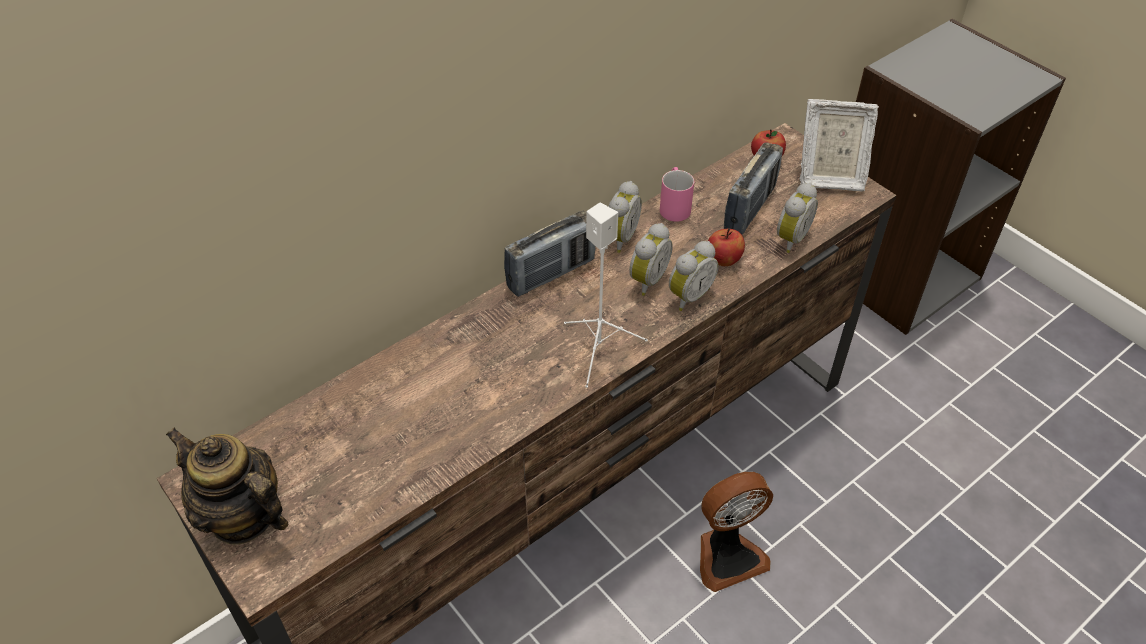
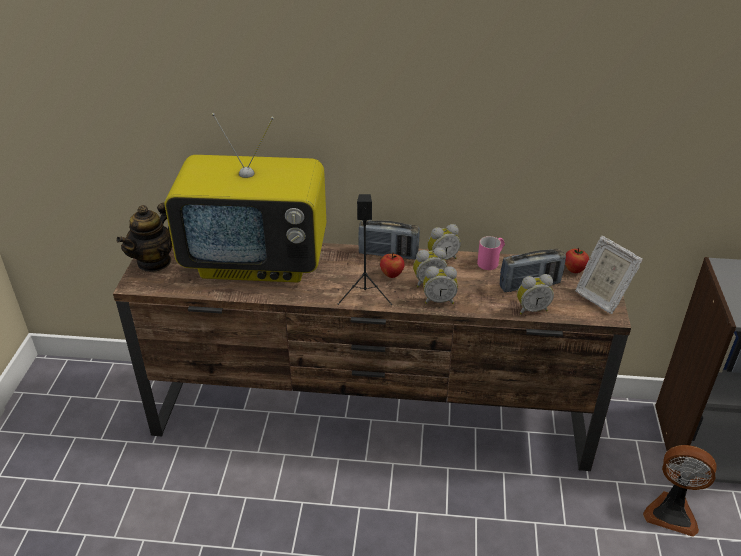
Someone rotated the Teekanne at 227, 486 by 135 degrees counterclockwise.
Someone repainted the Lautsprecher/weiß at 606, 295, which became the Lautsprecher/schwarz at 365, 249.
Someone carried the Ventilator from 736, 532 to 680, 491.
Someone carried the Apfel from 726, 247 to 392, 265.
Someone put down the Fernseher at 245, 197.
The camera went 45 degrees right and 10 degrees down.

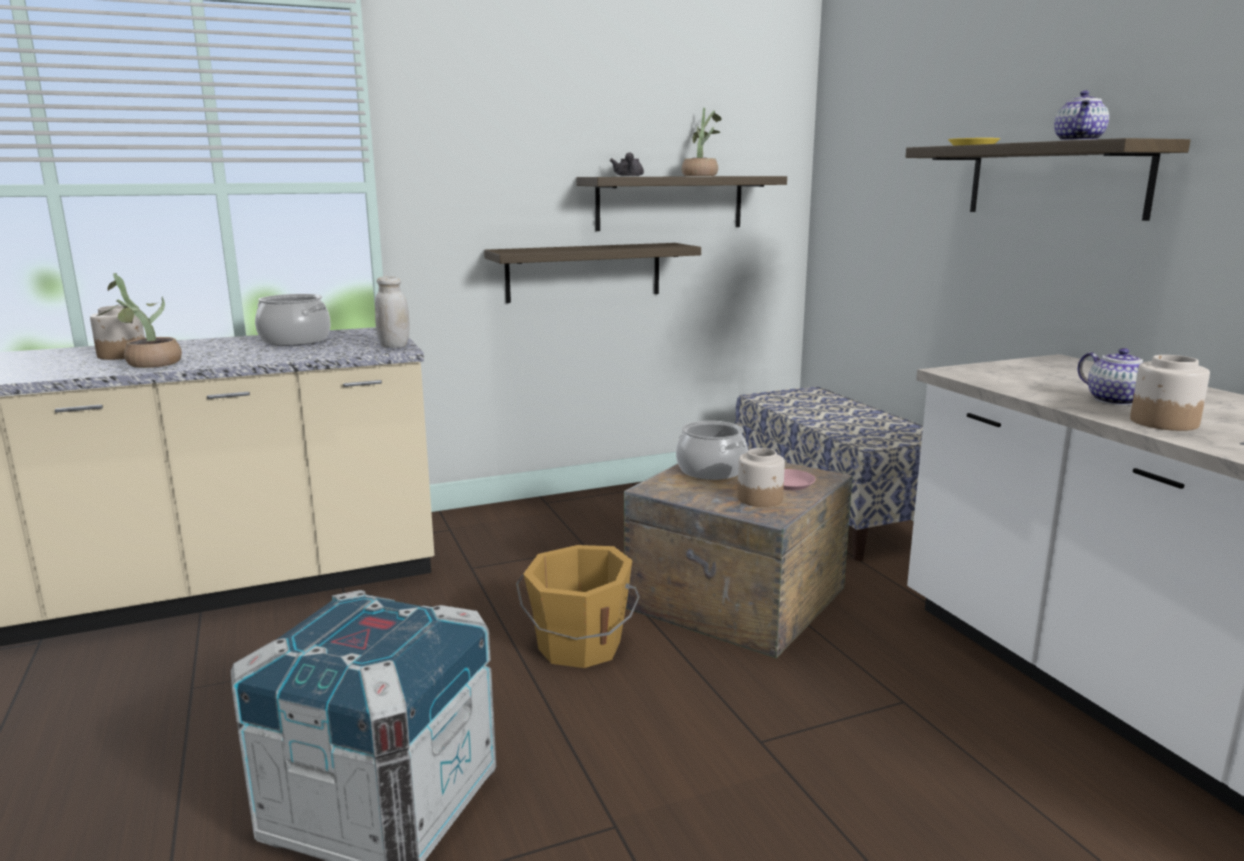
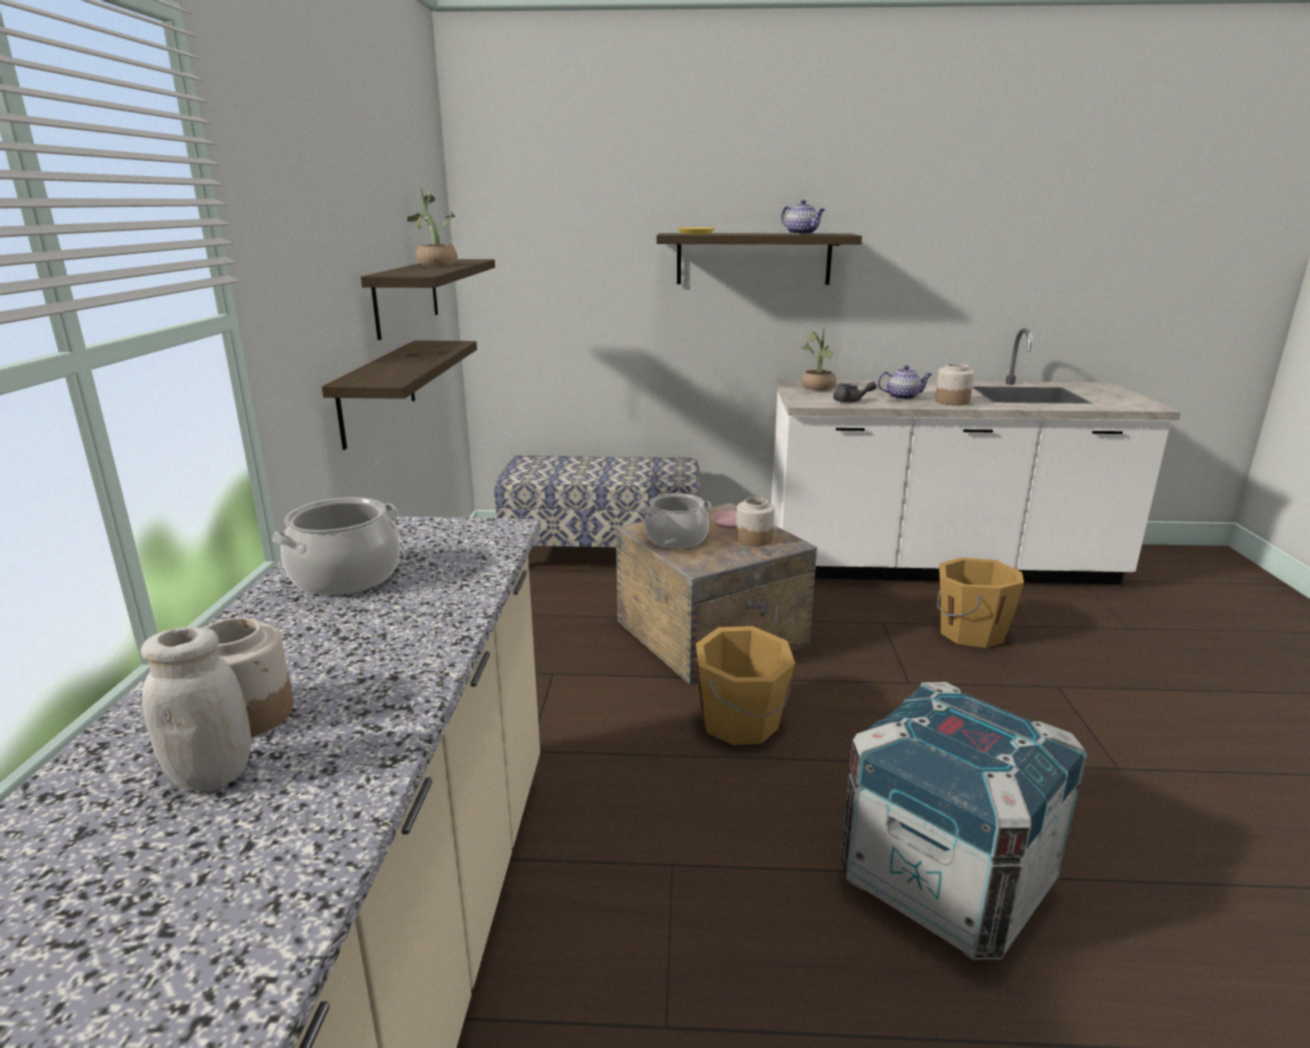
Someone carried the Topfpflanze from 139, 320 to 818, 359.
Someone carried the Vorratsglas/weiß from 392, 312 to 196, 709.
Someone carried the Teekanne/grau from 627, 164 to 855, 392.
Someone put down the Eimer/orange at 980, 602.
The camera went 65 degrees left and 5 degrees up.

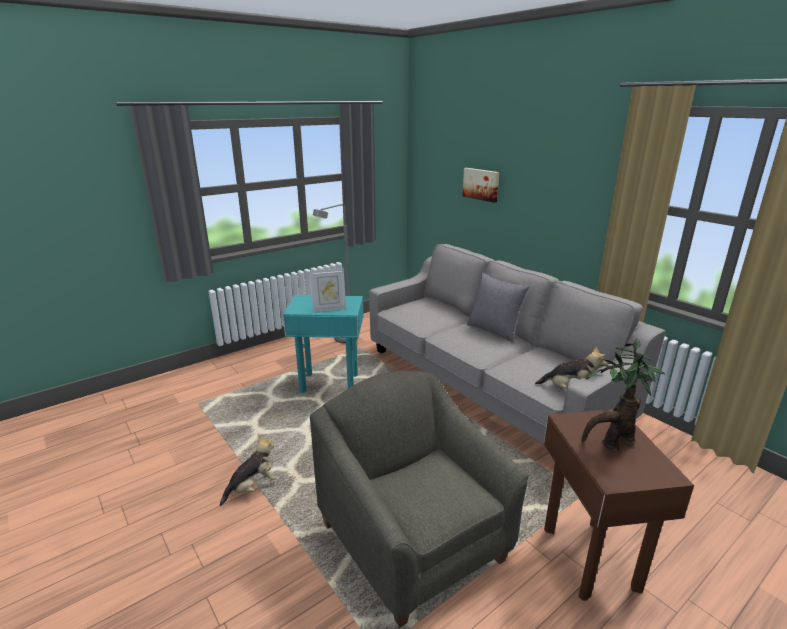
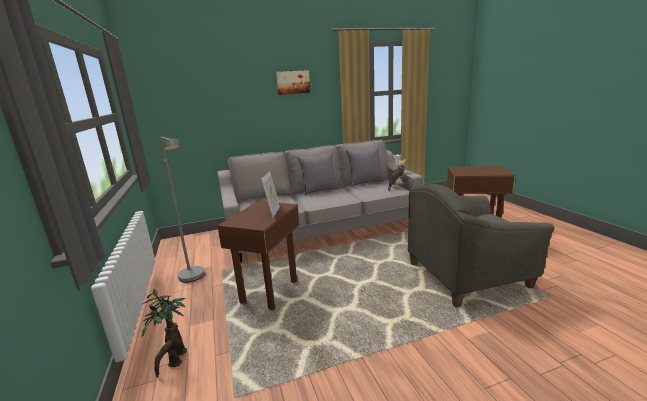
Someone took away the Plüschtier at 248, 470.
Someone repainted the Beistelltisch/türkis at 323, 344, which became the Beistelltisch/braun at 258, 255.
Someone carried the Bild from 480, 185 to 293, 82.
Someone carried the Topfpflanze from 623, 395 to 164, 333.
Someone put down the Kissen/grau at 365, 166.
The camera went 70 degrees left and 5 degrees down.

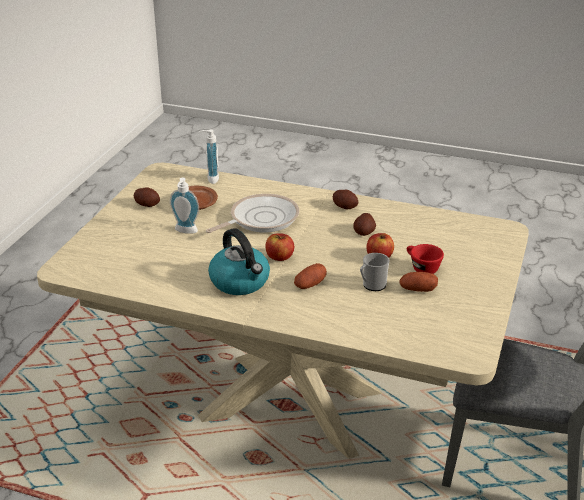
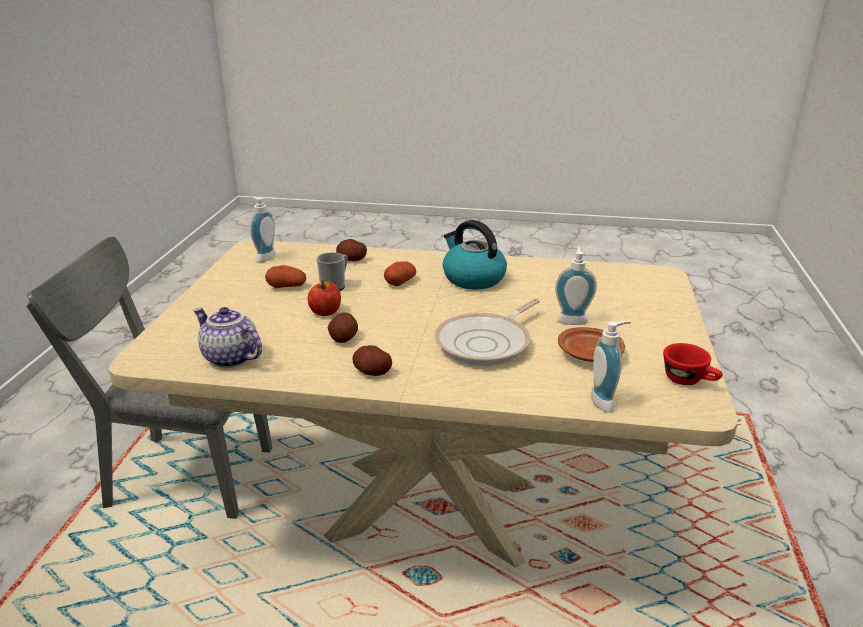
Someone carried the Kartoffel from 147, 197 to 351, 250.
Someone took away the Apfel at 279, 247.
Someone carried the Tasse/rot from 425, 259 to 693, 364.
Someone put down the Teekanne at 227, 337.
Someone put down the Seifenspender at 262, 229.
The camera went 170 degrees right and 5 degrees down.

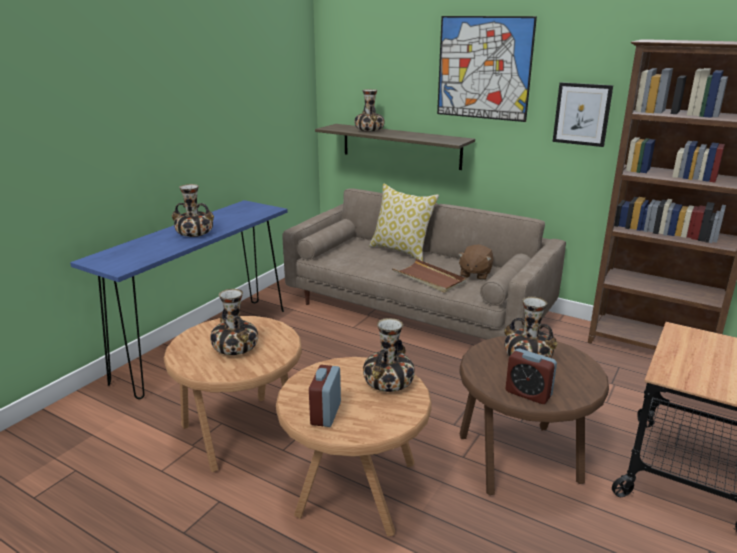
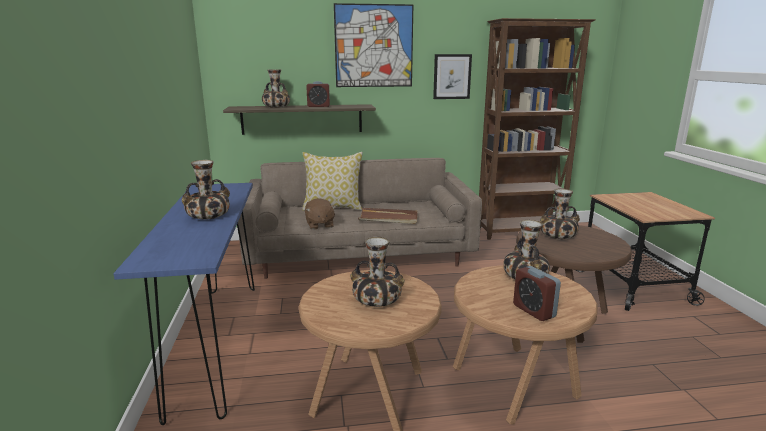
Someone carried the Plüschtier/braun from 476, 262 to 320, 214.
Someone carried the Wecker from 531, 376 to 318, 94.
The camera went 40 degrees left and 5 degrees down.

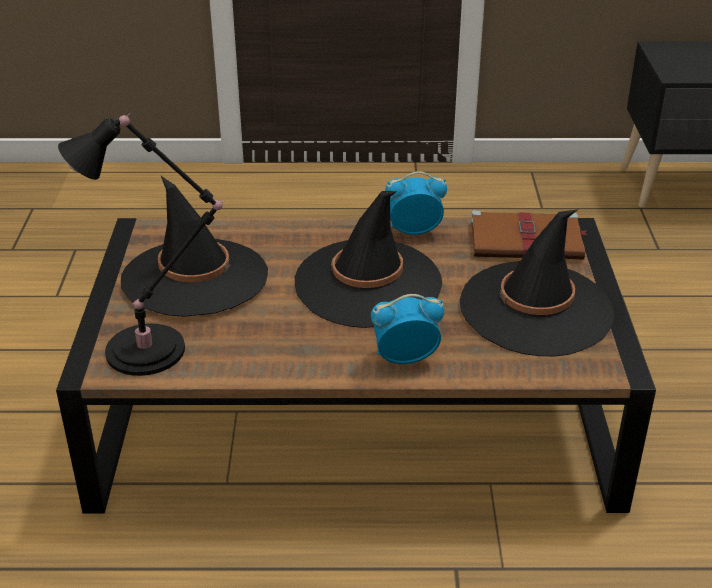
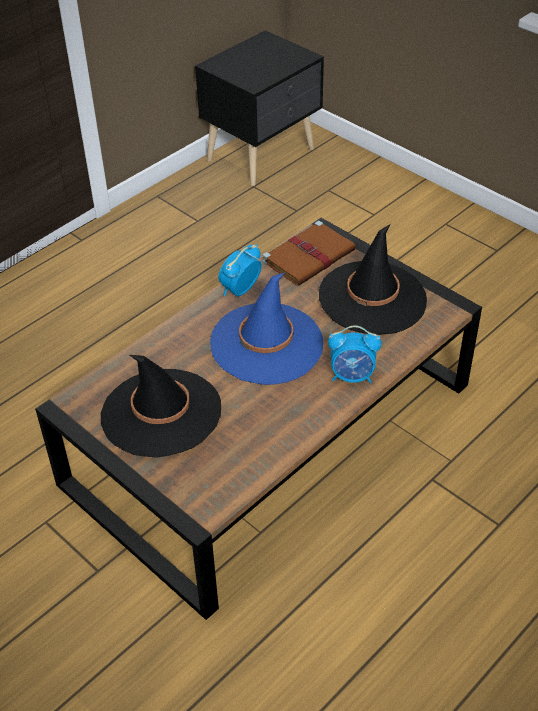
Someone took away the Tischlampe/schwarz at 141, 244.
Someone repainted the Hut/schwarz at 368, 259, which became the Hut/blau at 266, 328.
Someone rotated the Wecker at 407, 329 by 120 degrees counterclockwise.
The camera went 45 degrees left and 10 degrees up.

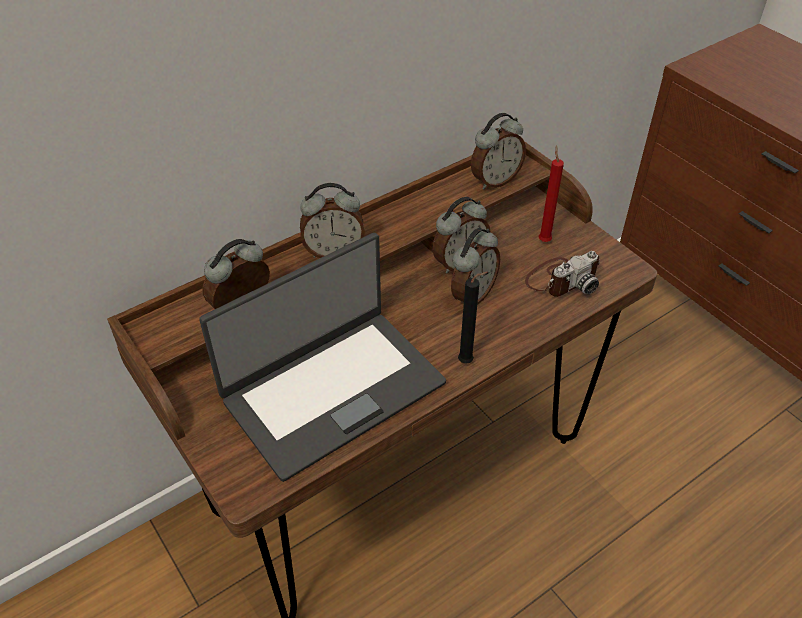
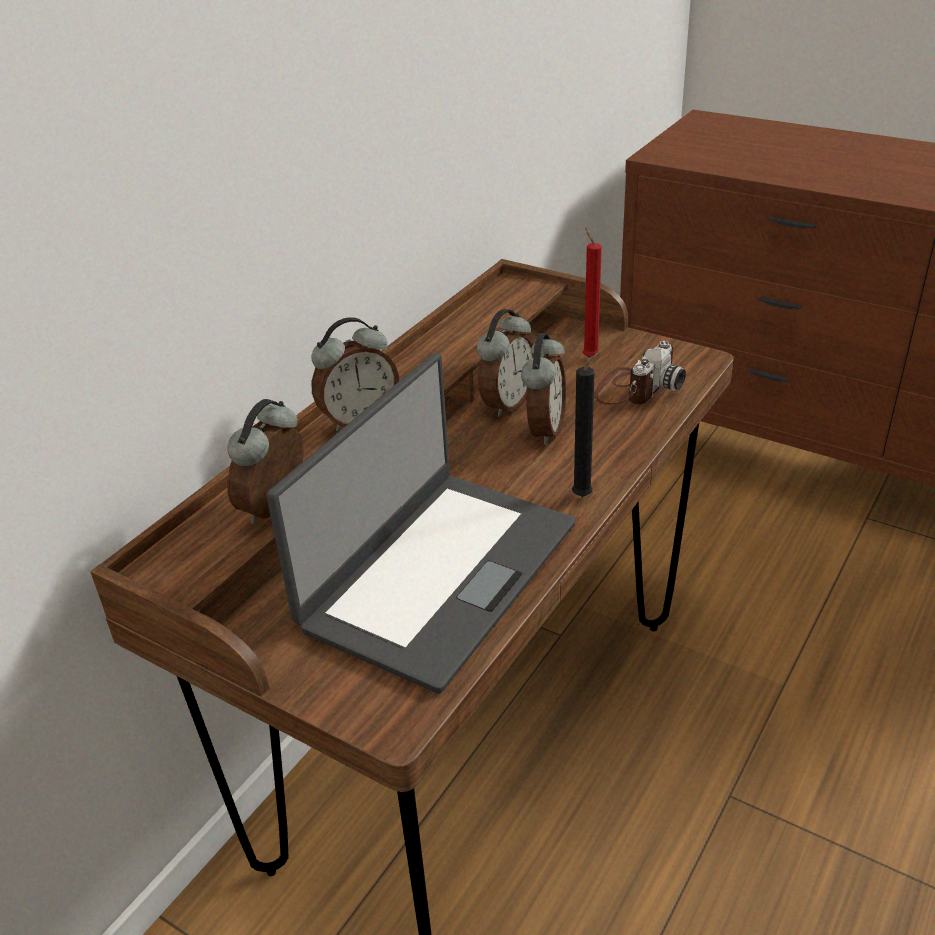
Someone took away the Wecker at 498, 151.
The camera went 20 degrees left and 10 degrees down.

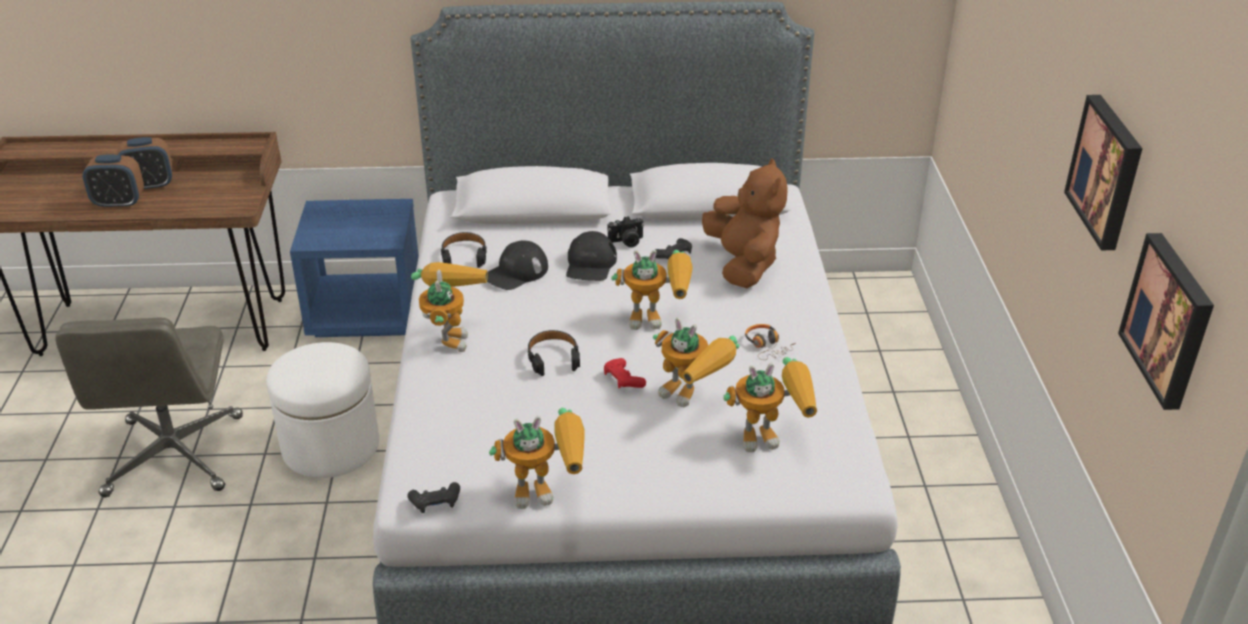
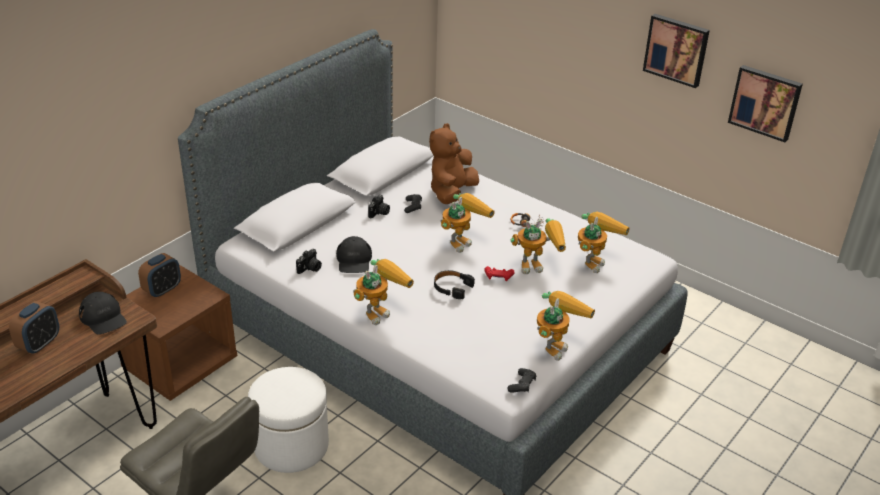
Someone carried the Wecker from 113, 181 to 159, 275.
Someone repainted the Nachttisch/blau at 354, 268, which became the Nachttisch/braun at 178, 333.
Someone rotated the Spielzeugroboter at 449, 307 by 90 degrees clockwise.
Someone swapped the Kopfhörer/schwarz at 464, 250 for the Kamera at 309, 261.
Someone carried the Kappe/schwarz from 591, 256 to 103, 313.
Someone rotated the Plüschtier/braun at 745, 223 by 90 degrees counterclockwise.
The camera went 50 degrees left and 0 degrees up.

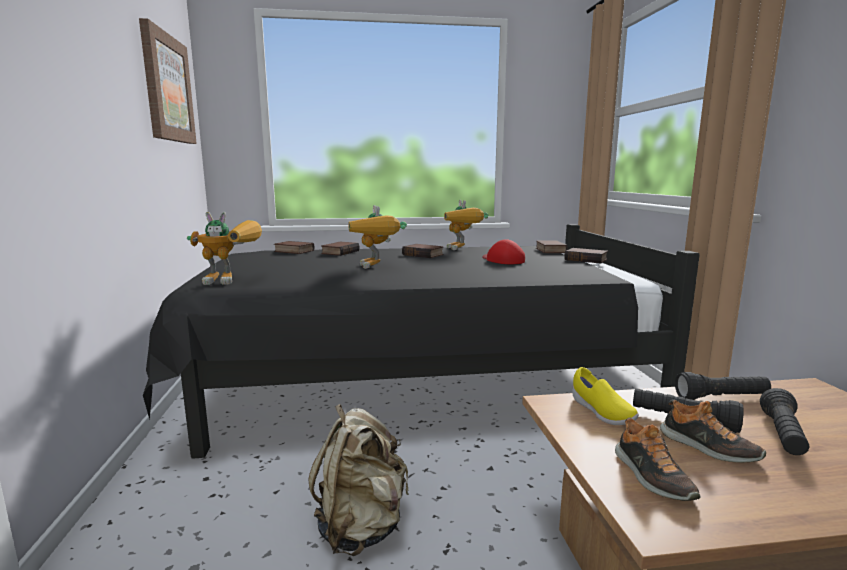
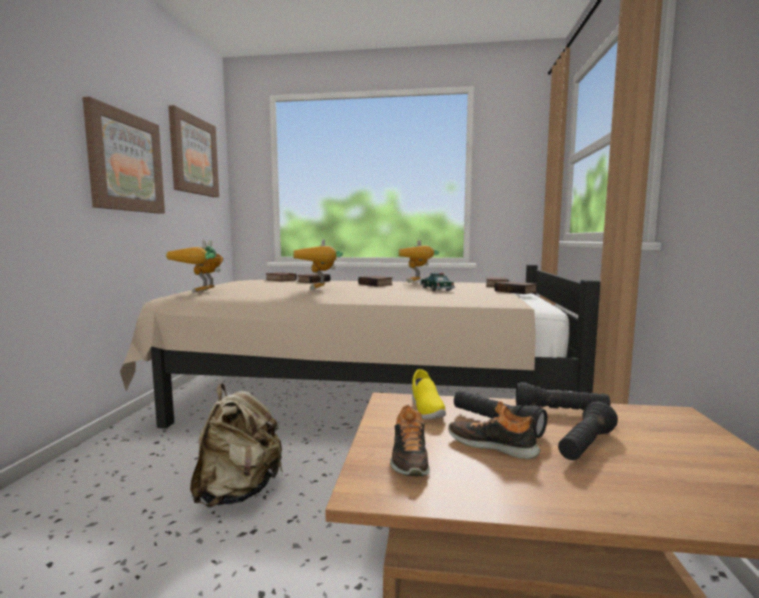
Someone repainted the Bett/schwarz at 421, 341, which became the Bett/beige at 360, 346.
Someone rotated the Spielzeugroboter at 224, 248 by 90 degrees clockwise.
Someone swapped the Kappe/rot at 503, 251 for the Spielzeugauto at 437, 282.
Someone rotated the Schuh at 713, 431 by 150 degrees clockwise.
Someone put up the Bild at 123, 155.
The camera went 15 degrees right and 5 degrees down.

